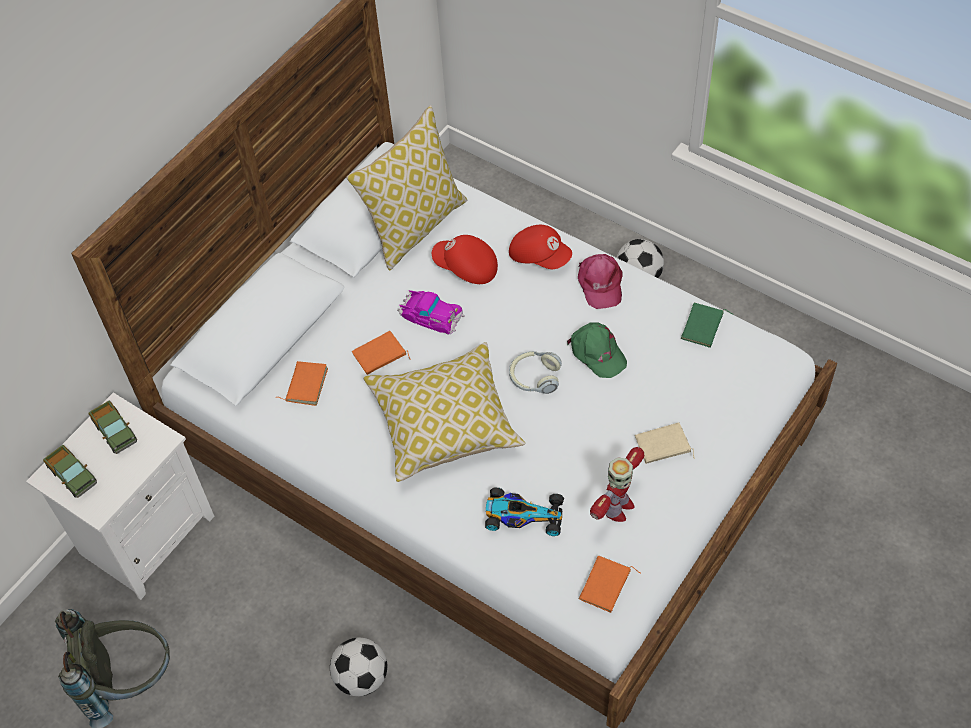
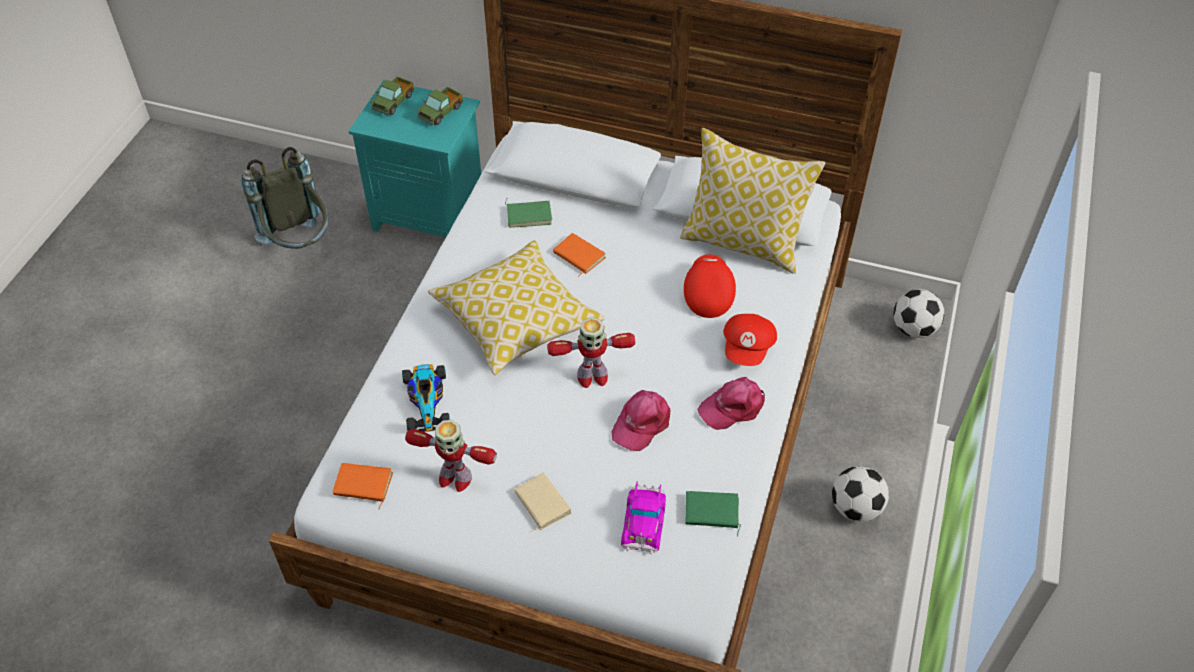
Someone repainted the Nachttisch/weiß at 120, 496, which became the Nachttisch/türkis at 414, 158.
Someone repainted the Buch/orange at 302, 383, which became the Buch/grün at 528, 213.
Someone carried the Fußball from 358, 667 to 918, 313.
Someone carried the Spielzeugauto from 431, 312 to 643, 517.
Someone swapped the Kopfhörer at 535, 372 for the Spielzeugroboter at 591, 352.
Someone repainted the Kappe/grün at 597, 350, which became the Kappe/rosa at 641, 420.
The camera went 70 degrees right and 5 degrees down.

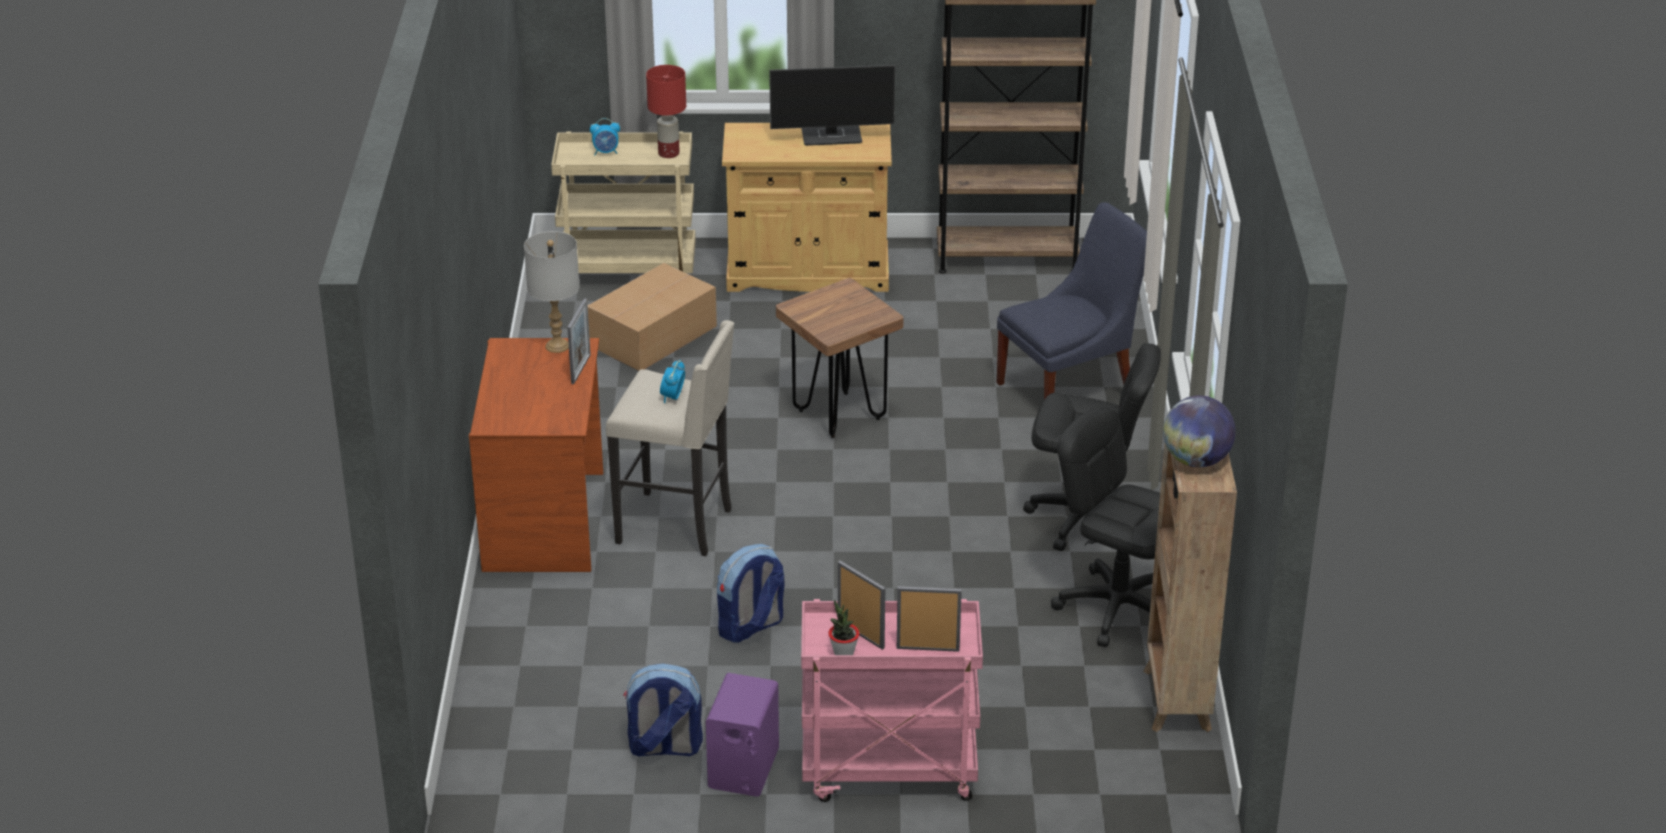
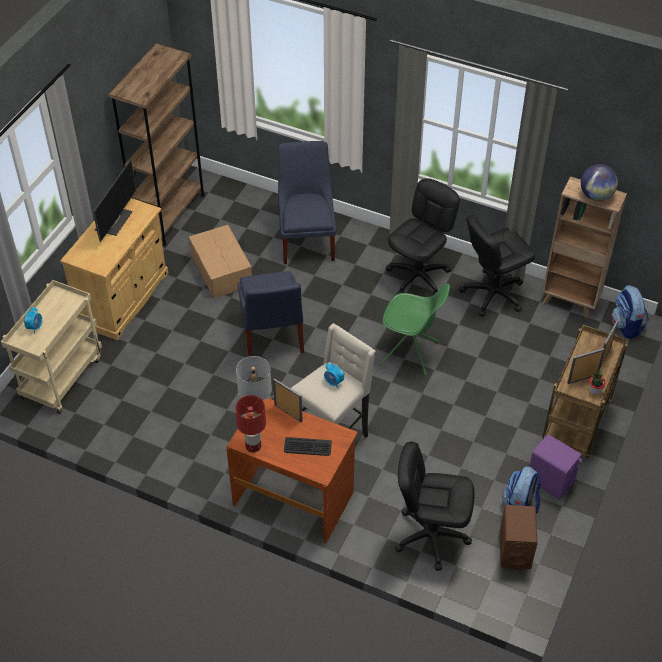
Someone carried the Karton from 652, 317 to 220, 261.
Someone carried the Tischlampe/rot from 666, 111 to 250, 424.
Someone carried the Rucksack from 750, 593 to 630, 312.
Someone swapped the Hocker/braun at 840, 358 for the Stuhl/blau at 270, 314.
Someone repainted the Rollwagen/rosa at 892, 700, which became the Rollwagen/braun at 585, 391.
Someone put down the Tastatur at 308, 446.
Someone put down the Stuhl/grün at 415, 329.
Someone put down the Bürostuhl/schwarz at 435, 506.
Someone put down the Lautsprecher/braun at 519, 537.
The camera went 65 degrees left and 15 degrees up.

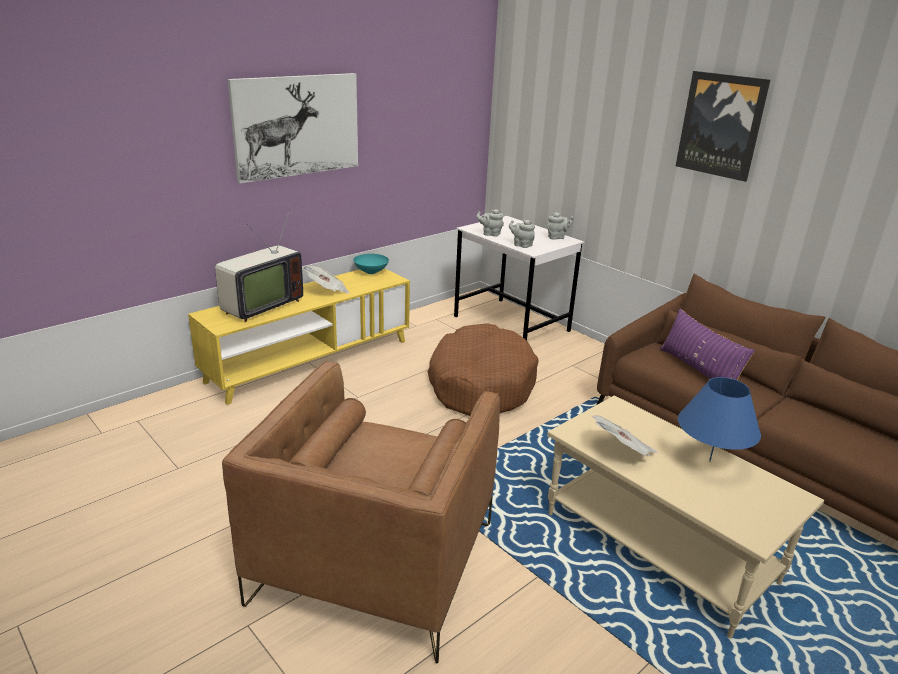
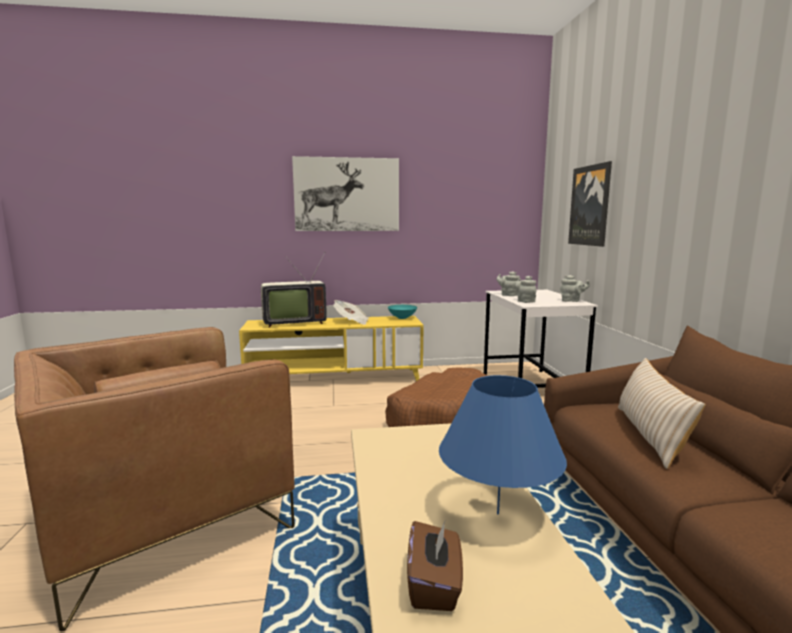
Someone took away the Zeitung at 625, 435.
Someone repainted the Kissen/lila at 707, 344, which became the Kissen/beige at 661, 413.
Someone carried the Bild from 723, 126 to 590, 204.
Someone put down the Taschentuchbox/braun at 435, 566.
The camera went 35 degrees right and 15 degrees down.

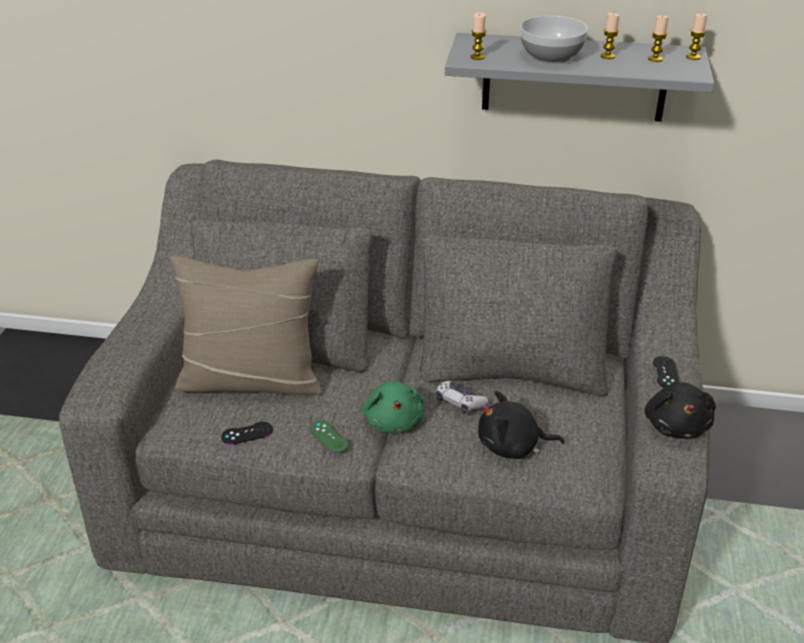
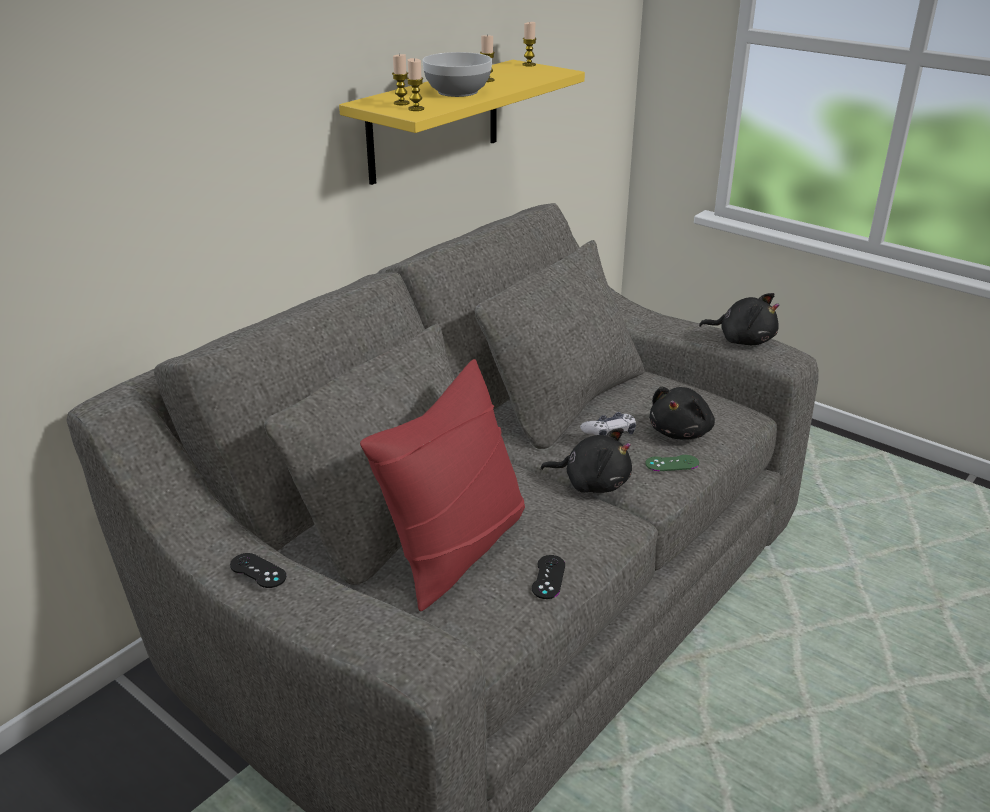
Someone repainted the Kissen/beige at 246, 325, which became the Kissen/rot at 442, 485.
Someone carried the Gamepad/grün from 329, 436 to 672, 463.
Someone repainted the Plüschtier/grün at 393, 407, which became the Plüschtier/schwarz at 586, 460.
Someone repainted the Wandregal/grau at 579, 77, which became the Wandregal/gelb at 462, 122.
Someone carried the Kerze from 658, 38 to 400, 79.
Someone carried the Gamepad/schwarz from 666, 371 to 258, 570.
The camera went 60 degrees left and 5 degrees down.

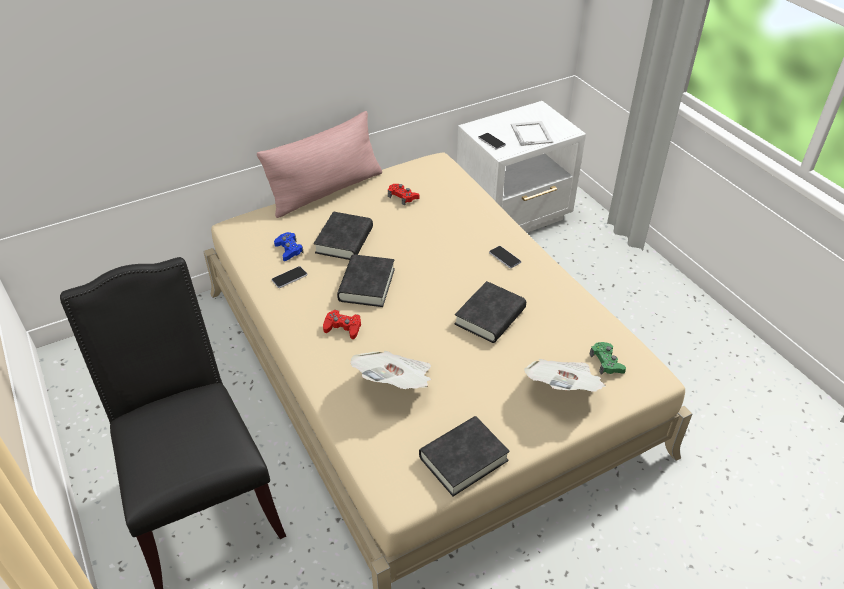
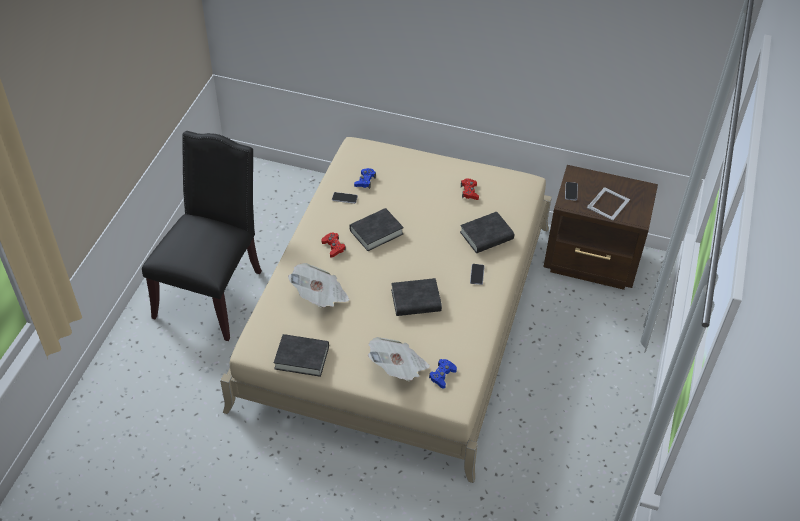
Someone took away the Kissen/rosa at 319, 164.
Someone carried the Buch/schwarz from 343, 235 to 487, 232.
Someone repainted the Nachttisch/weiß at 521, 167, which became the Nachttisch/braun at 600, 227.
Someone repainted the Gamepad/grün at 608, 358, which became the Gamepad/blau at 443, 374.
The camera went 45 degrees right and 5 degrees up.

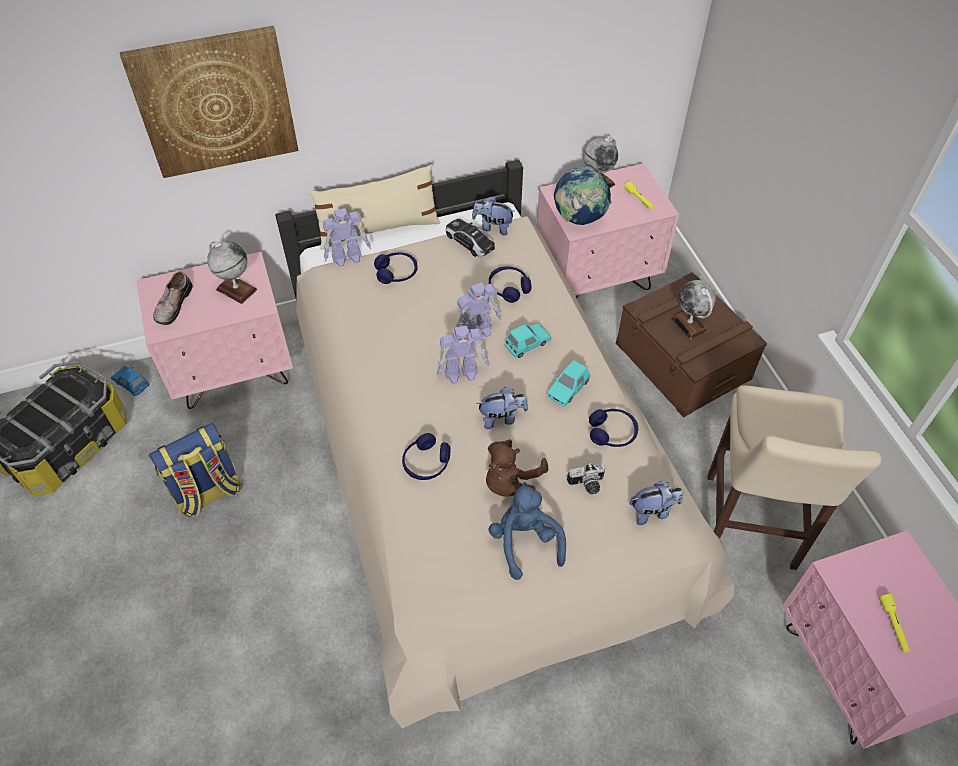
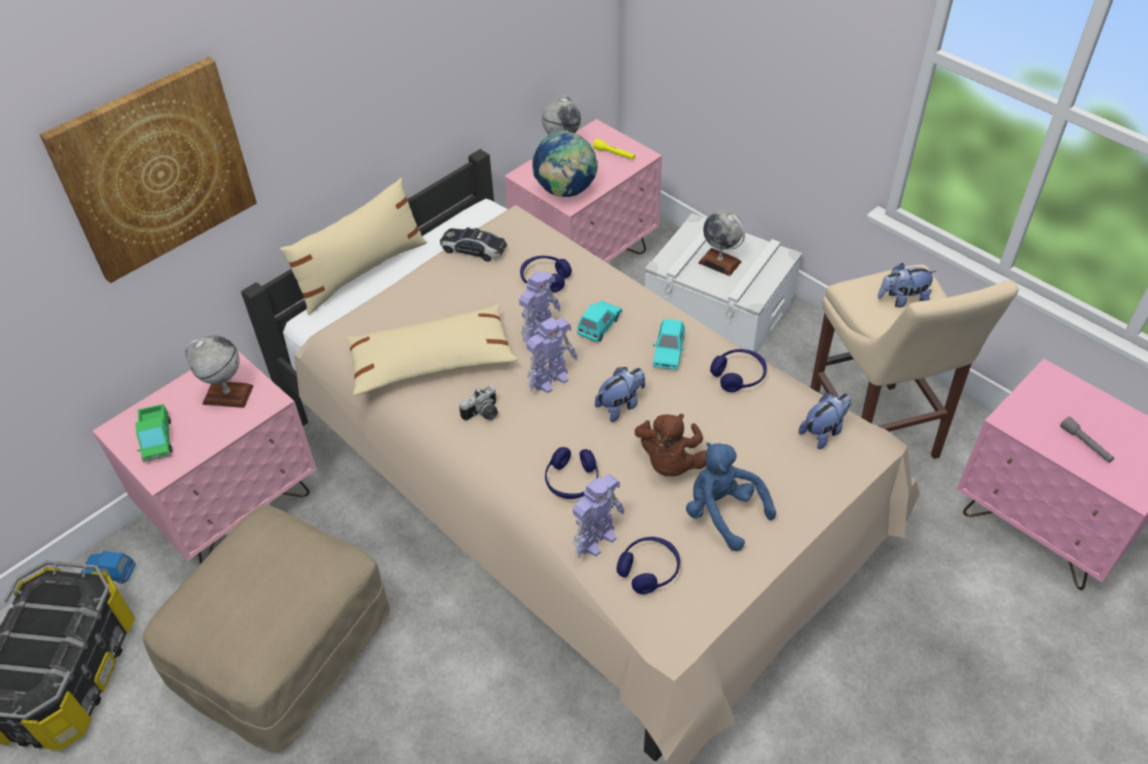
Someone swapped the Rucksack at 195, 470 for the Polsterhocker/beige at 266, 628.
Someone swapped the Schuh at 173, 298 for the Spielzeuglaster at 154, 433.
Someone carried the Spielzeugroboter from 346, 237 to 598, 516.
Someone carried the Kopfhörer/blau from 396, 268 to 648, 565.
Someone carried the Plüschtier from 493, 216 to 906, 285.
Someone carried the Kamera from 586, 478 to 478, 403.
Someone repainted the Aufbewahrungsbox/braun at 691, 345, which became the Aufbewahrungsbox/weiß at 723, 283.
Someone repainted the Taschenlampe/gelb at 894, 623, which became the Taschenlampe/grau at 1087, 439.
Someone put down the Kissen/beige at 431, 350.
The camera went 25 degrees left and 5 degrees down.

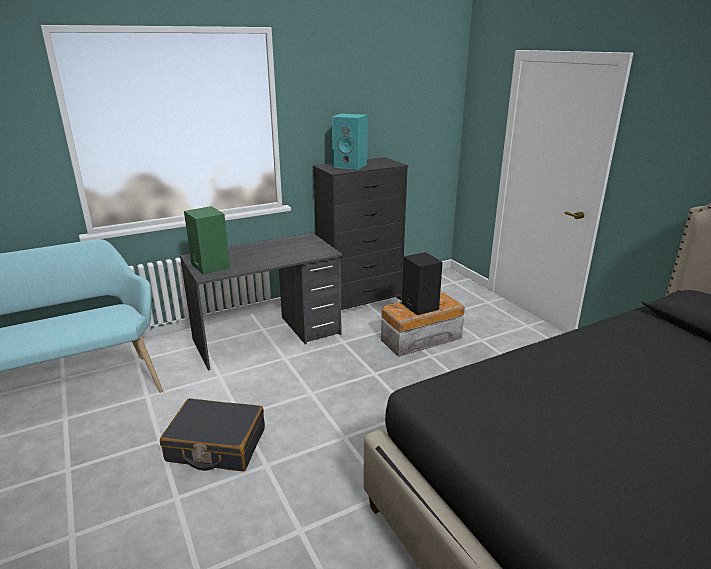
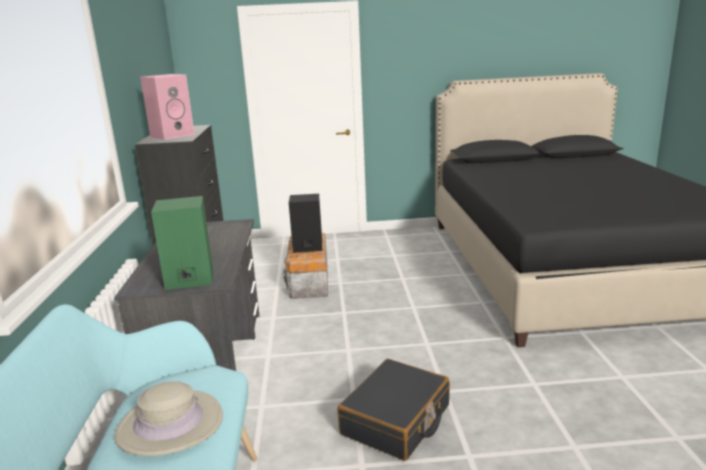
Someone repainted the Lautsprecher/türkis at 349, 141, which became the Lautsprecher/rosa at 167, 107.
Someone put down the Hut/beige at 168, 418.
The camera went 65 degrees left and 5 degrees down.

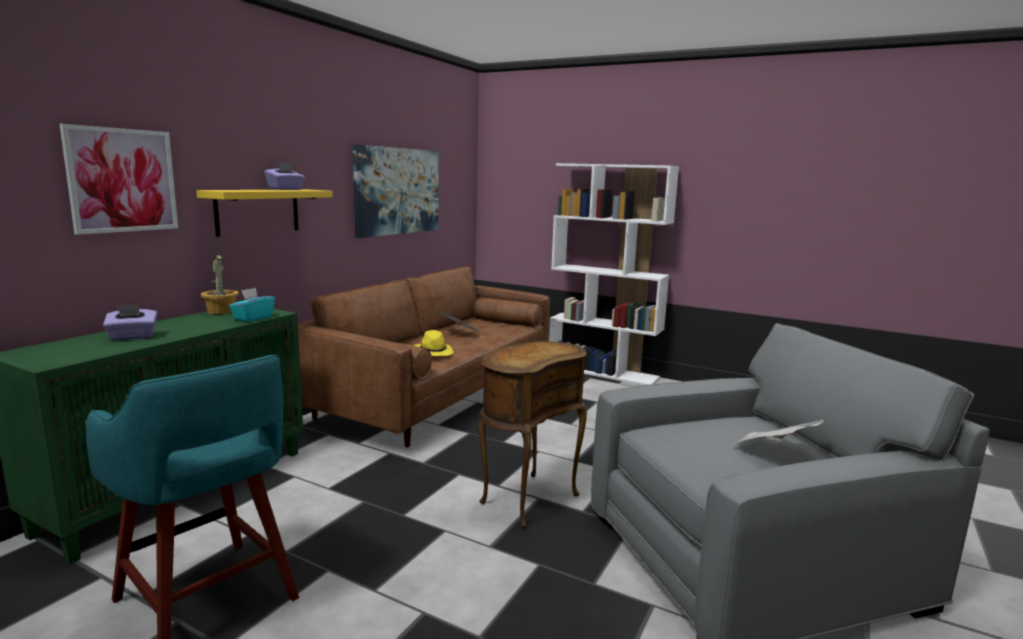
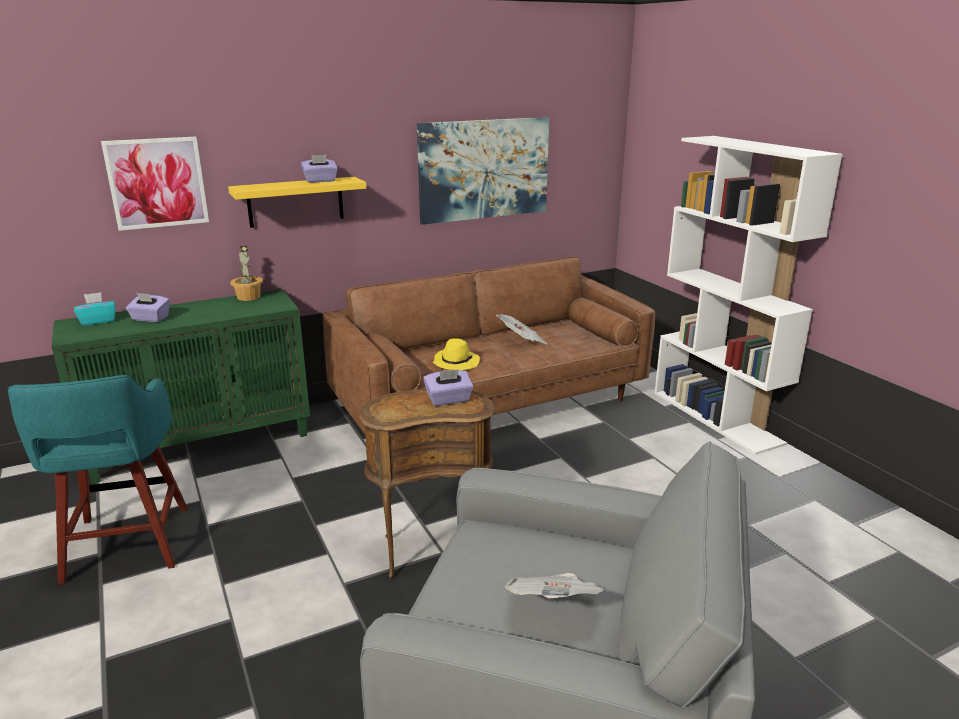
Someone carried the Taschentuchbox/türkis from 252, 305 to 95, 309.
Someone put down the Taschentuchbox/lila at 448, 387.
The camera went 35 degrees right and 10 degrees up.

